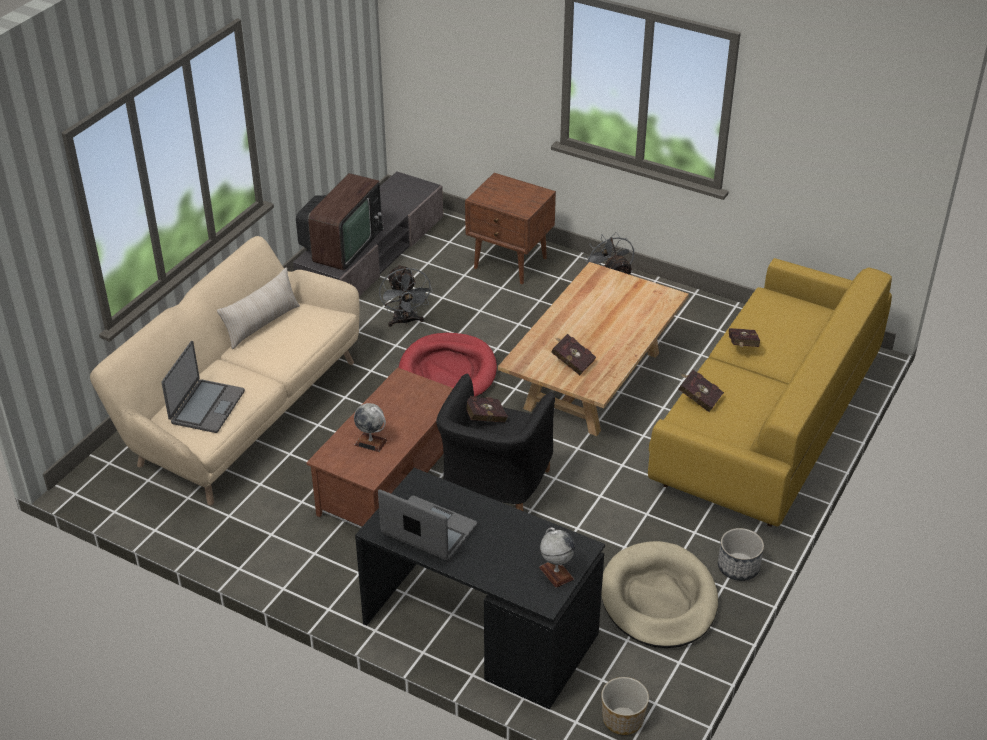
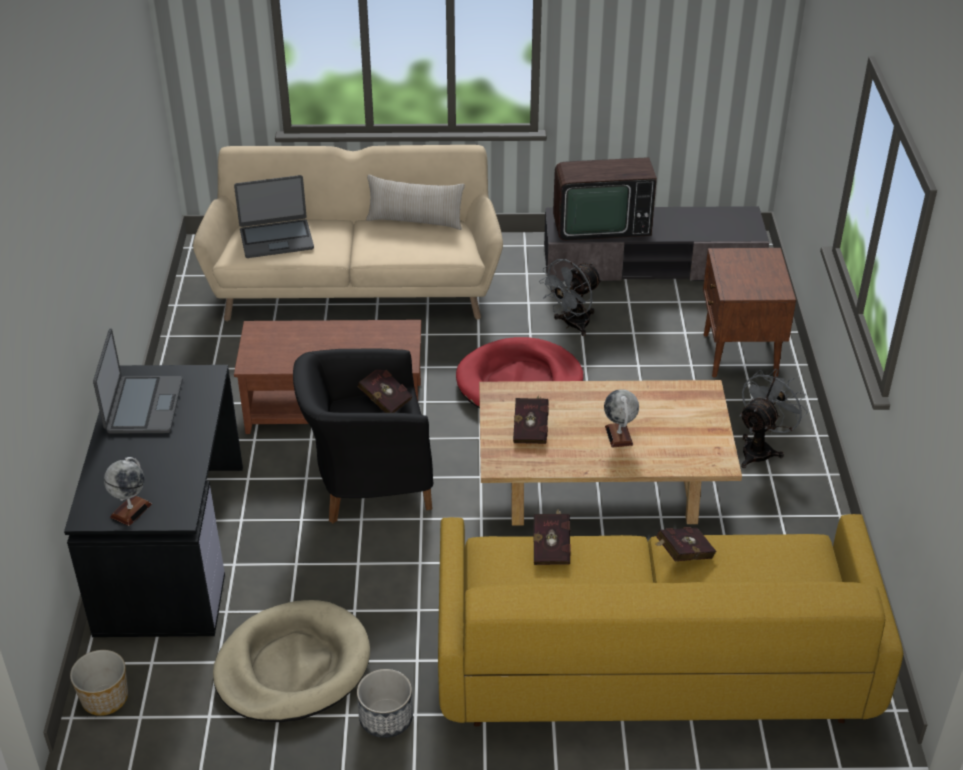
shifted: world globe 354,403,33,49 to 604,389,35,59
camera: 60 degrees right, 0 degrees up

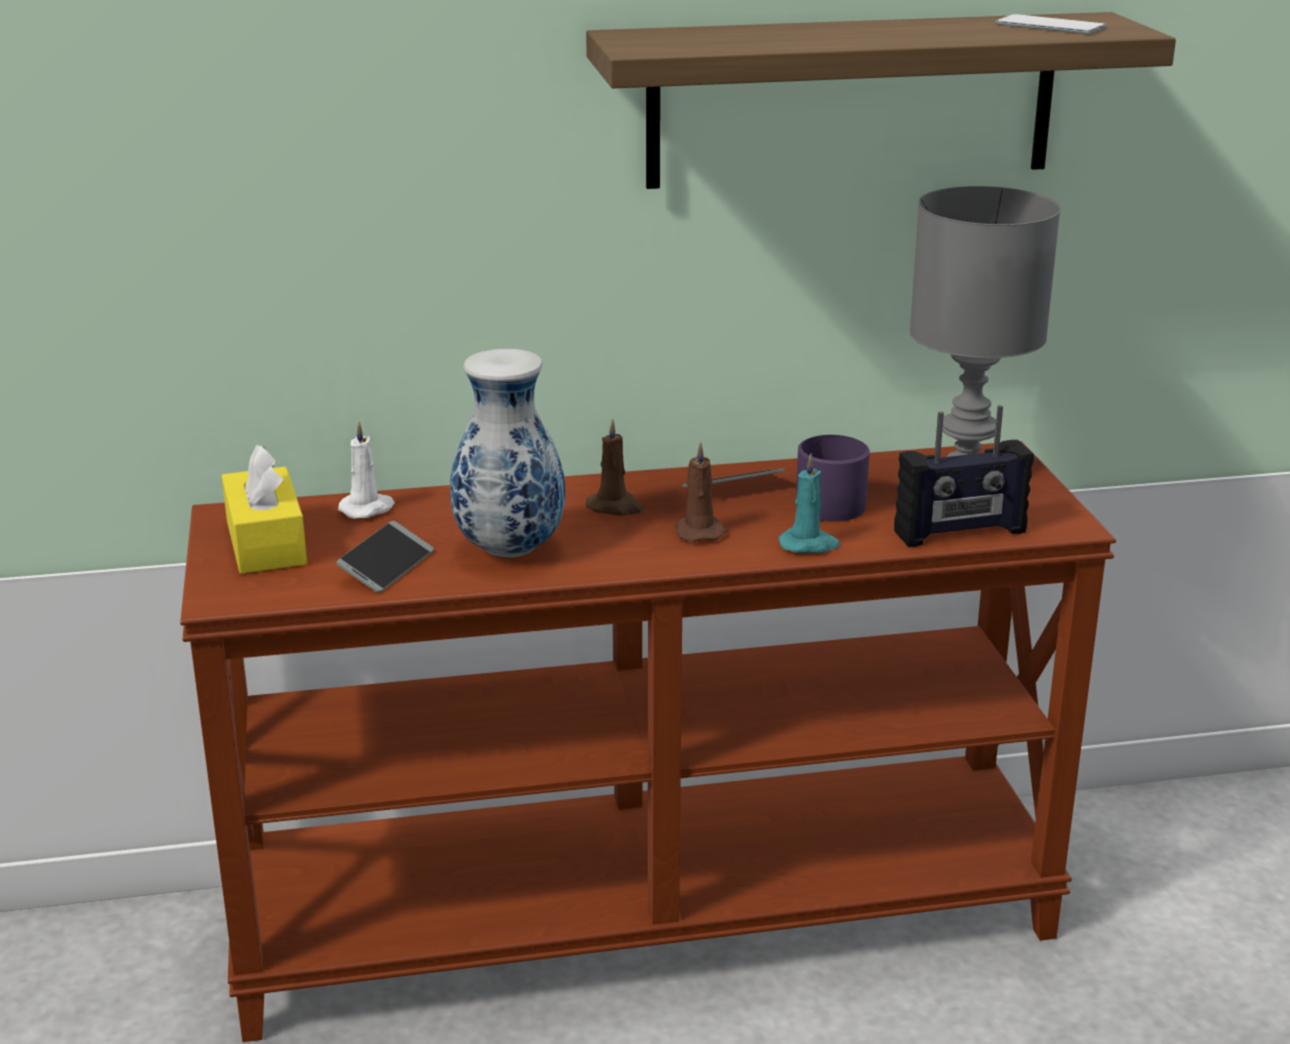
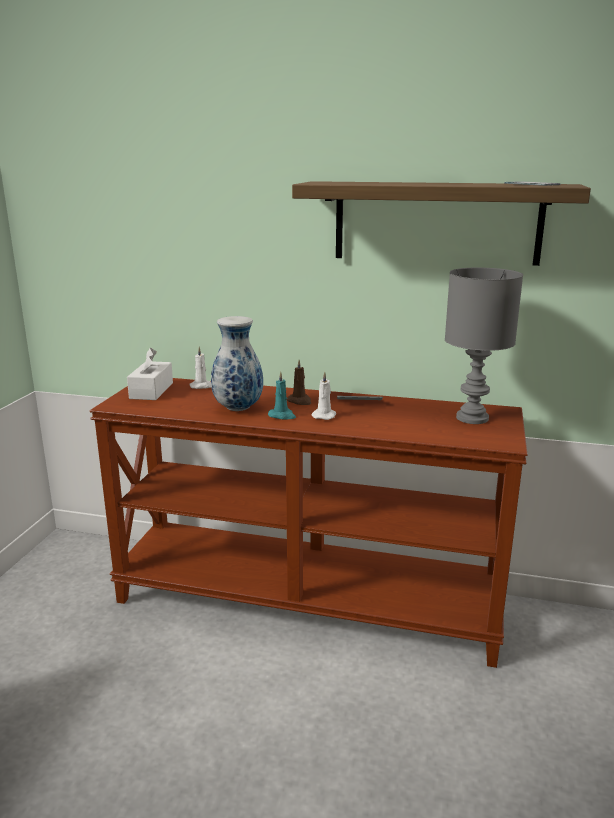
gone: phone 336,521,98,72; tea mug (purple) 796,435,74,87; radio receiver 894,405,140,142
shifted: candle (turquoise) 779,453,61,100 to 268,372,28,47
repainted: box of tissues (yellowish) 222,445,85,129 to box of tissues (whitish) 127,348,46,52; candle (brown-coloured) 675,441,51,101 to candle (whitish) 311,372,25,48
camera: 25 degrees right, 5 degrees down

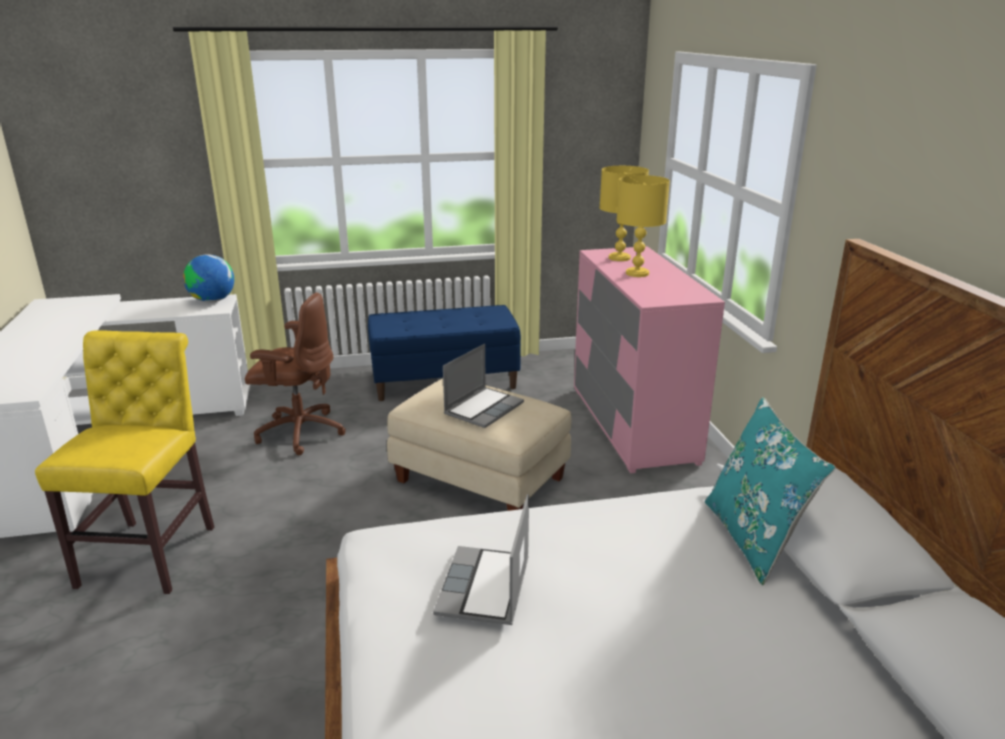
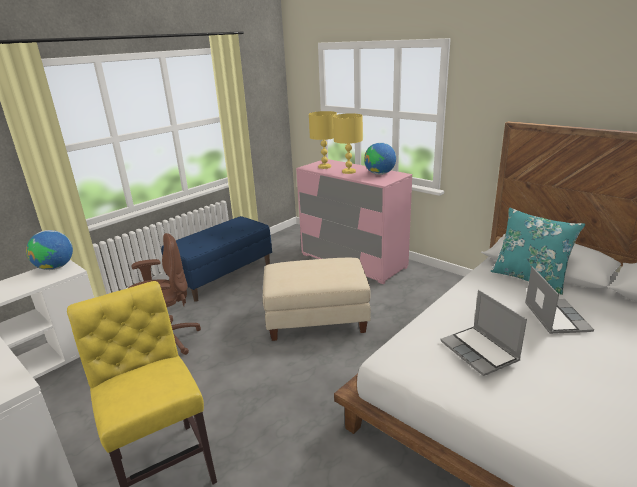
new: world globe 364,142,32,33
shifted: laptop 443,344,81,84 to 525,266,69,68
camera: 35 degrees left, 0 degrees up

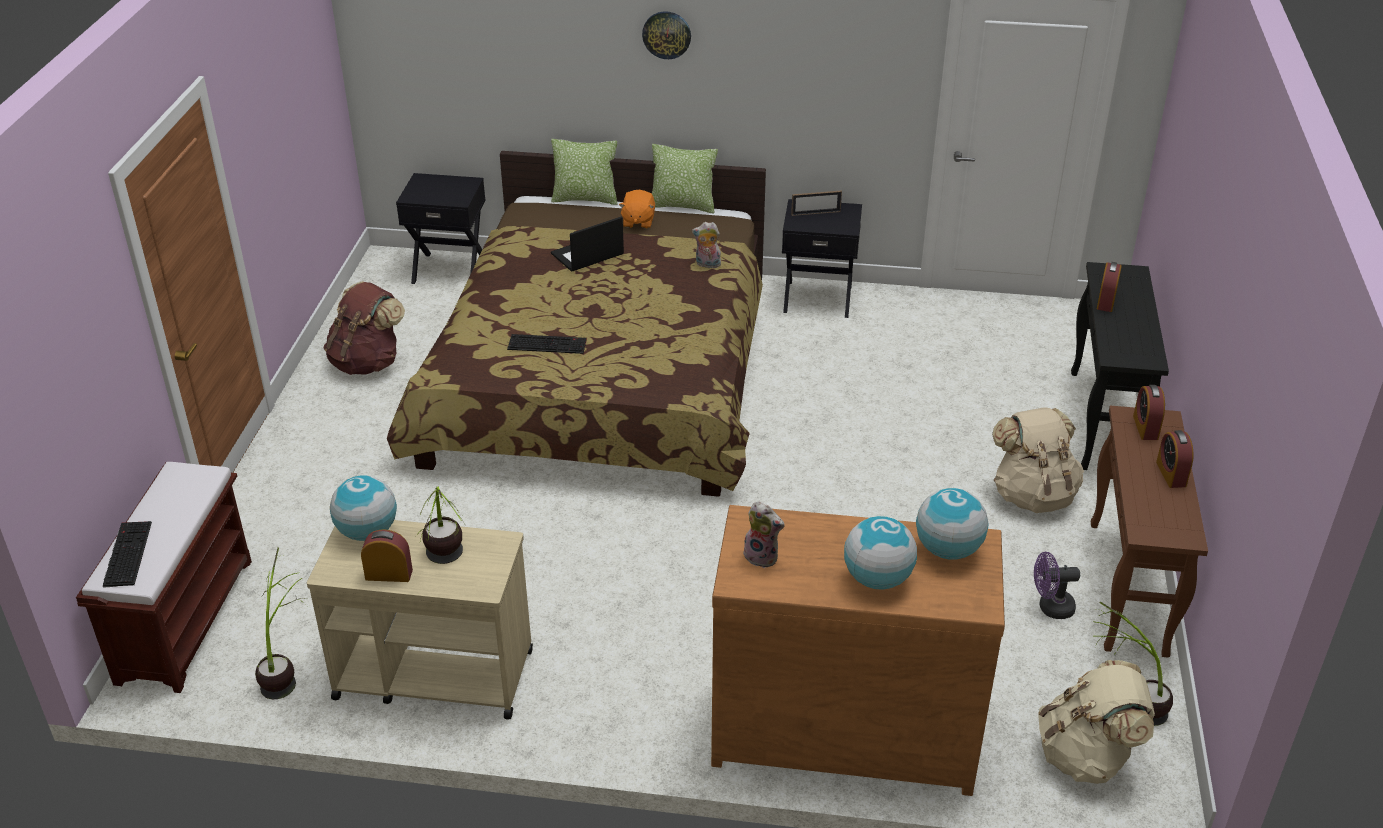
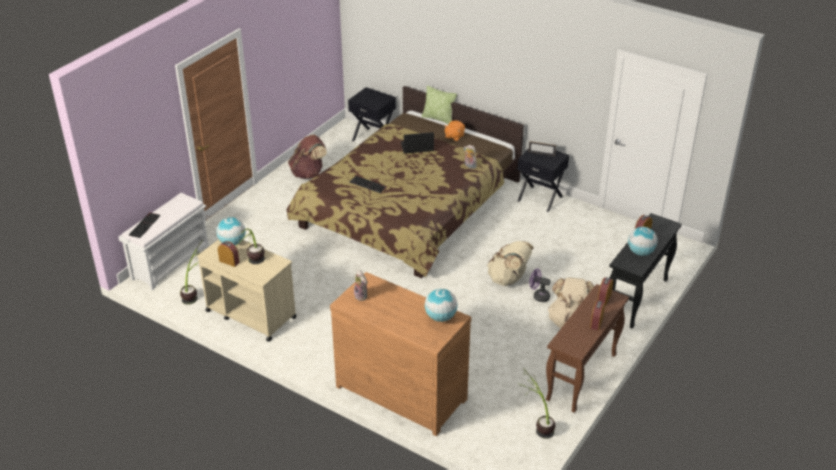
gone: hanging clock 642,11,49,48; cushion 652,144,66,69
shifted: world globe 844,516,73,74 to 628,227,30,29; electric fan (purple) 1034,552,46,67 to 529,268,22,34; backpack (beige-coloured) 1038,660,117,124 to 487,241,47,45
repainted: long seat (brown-coloured) 76,462,176,231 to long seat (whitish) 119,193,90,97
camera: 25 degrees right, 0 degrees up

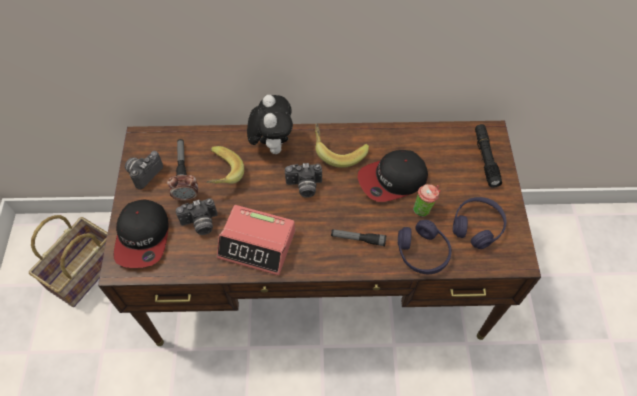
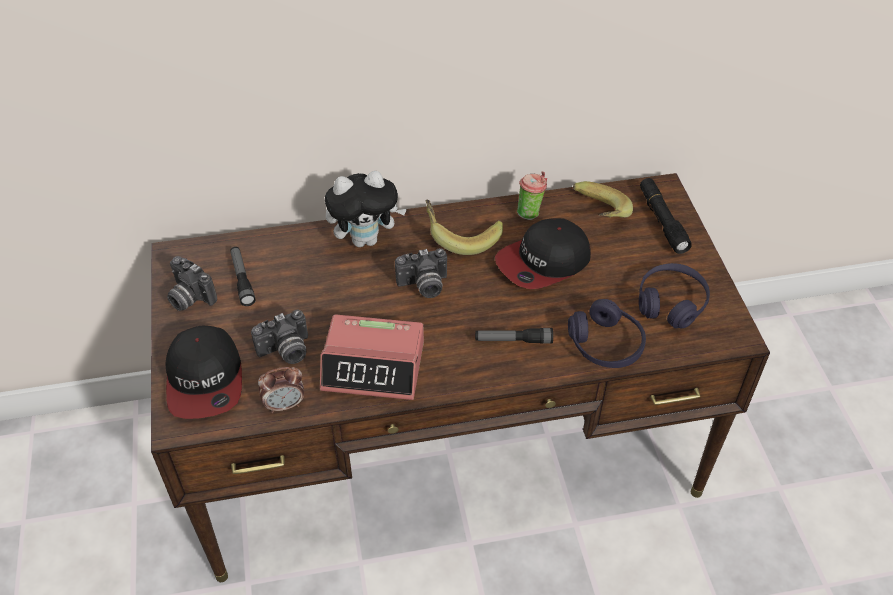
gone: storage basket 29,215,79,92
shifted: alarm clock 167,175,31,26 to 258,367,46,46; whole banana 206,146,38,38 to 573,181,60,37; small cup 413,184,27,33 to 517,171,30,49
rotated: still camera 125,151,38,39 = 167,256,50,55 75 degrees counterclockwise; soft toy 247,95,46,59 = 325,171,82,76 90 degrees clockwise
camera: 10 degrees left, 10 degrees down

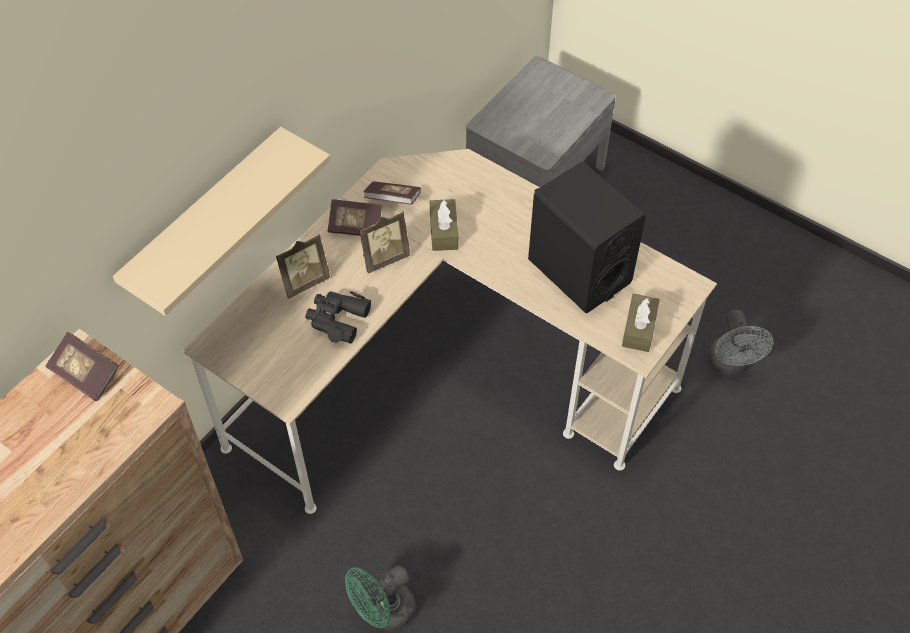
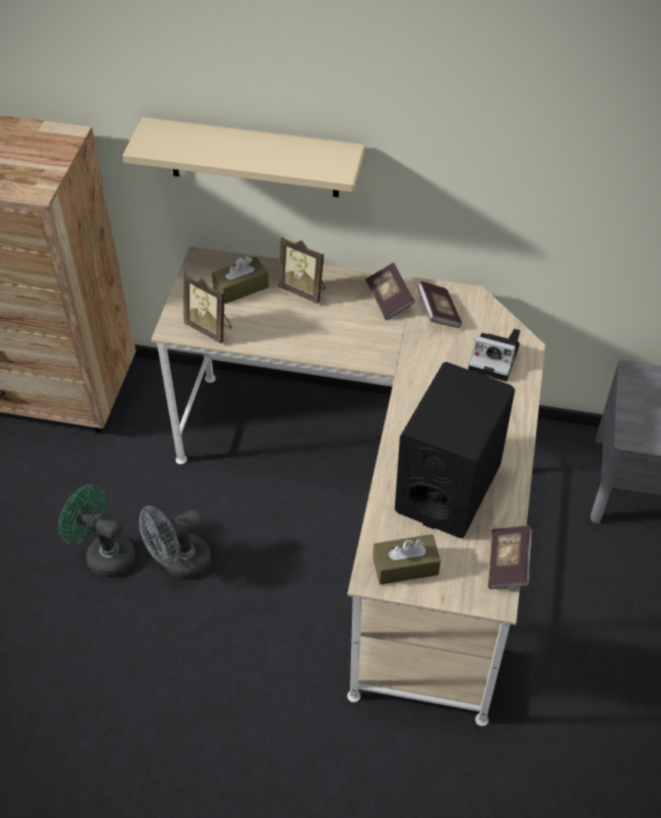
gone: field glasses (black) 305,291,66,53
new: still camera 468,329,52,52
shifted: volume 46,332,73,69 to 488,525,44,64; picture frame 359,211,51,62 to 183,273,49,70; box of tissues (brown-coloured) 430,199,28,52 to 212,257,57,47; electric fan (gray) 707,310,66,66 to 139,506,72,74
camera: 65 degrees right, 5 degrees down

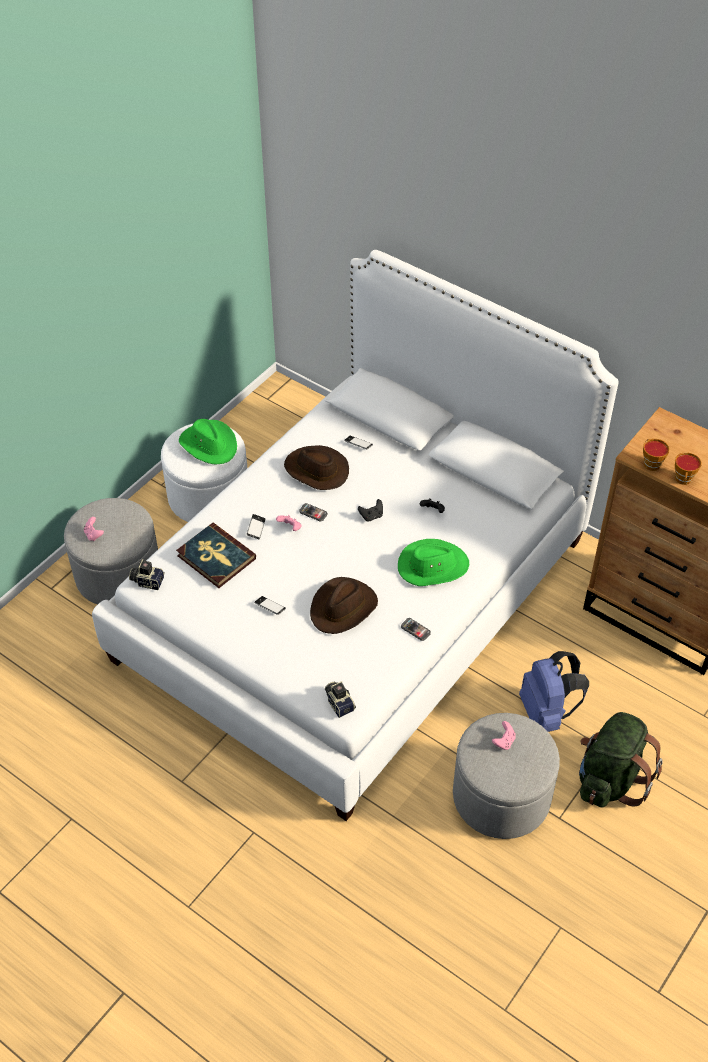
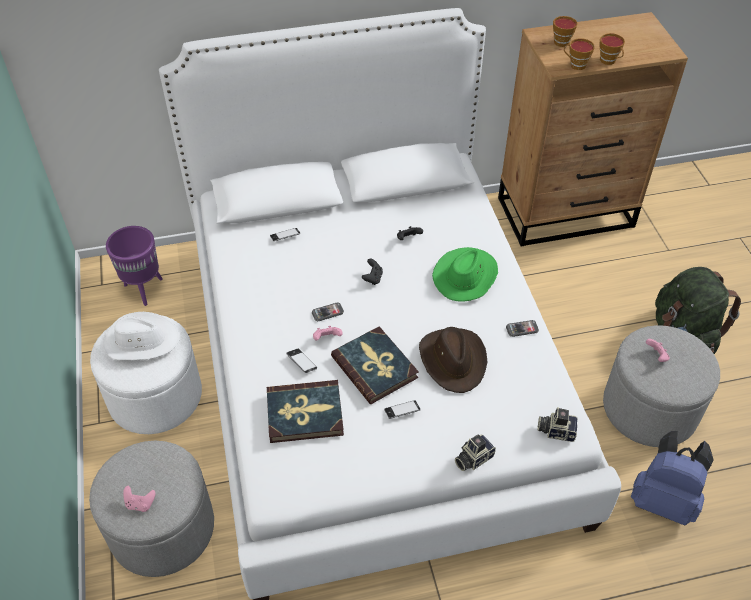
gone: clothing hat (brown-coloured) 284,445,65,45
new: flower pot (purple) 106,226,57,80; volume 331,326,88,78; small cup 553,16,25,31
shifted: still camera 129,559,36,31 to 455,434,41,37; backpack (blue-coloured) 519,651,70,81 to 631,431,83,94
repainted: clothing hat (green) 179,419,58,46 to clothing hat (whitish) 103,312,77,48
camera: 50 degrees left, 0 degrees up

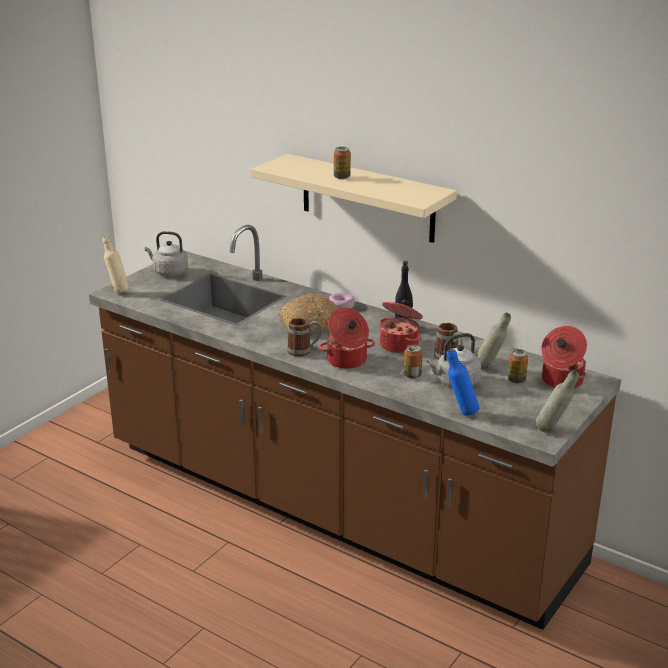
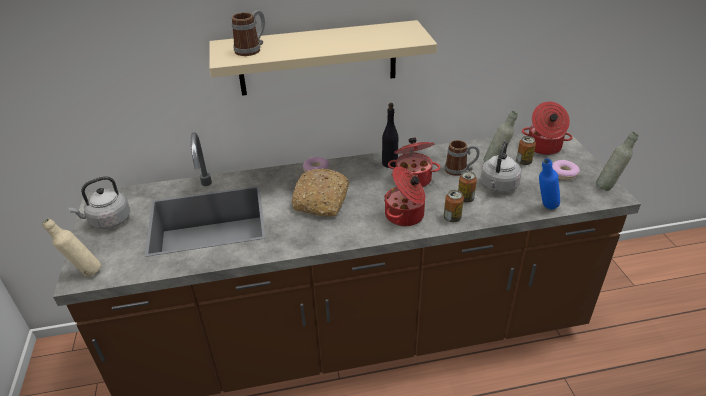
new: doughnut 552,160,28,20
shifted: tea mug 287,318,35,39 to 232,10,33,46; metal can 334,147,17,32 to 444,190,20,32
camera: 45 degrees left, 10 degrees up

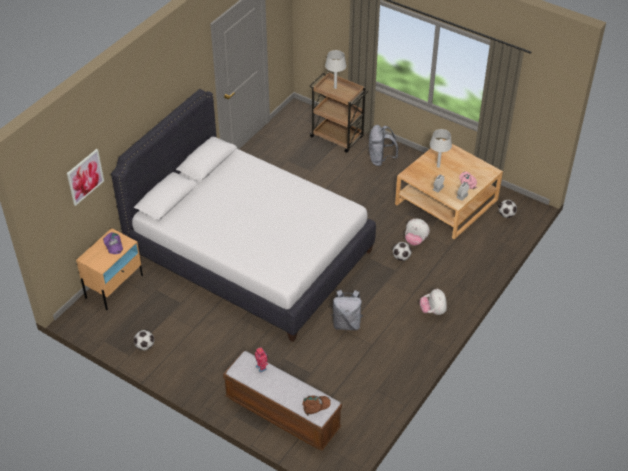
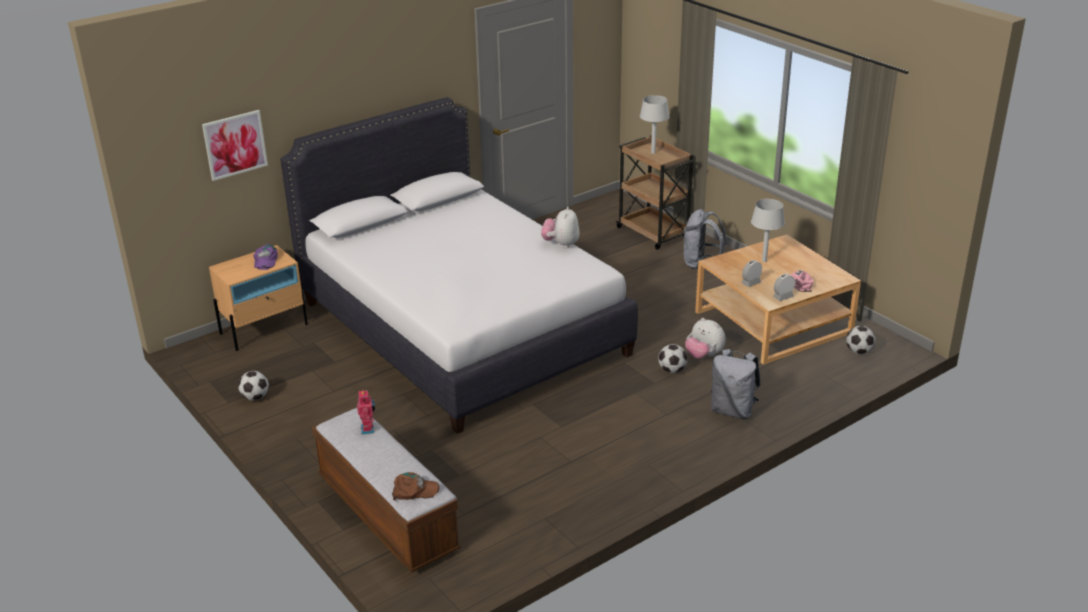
shifted: backpack (gray) 331,290,32,40 to 710,349,50,70; soft toy 420,289,27,26 to 541,207,39,41
camera: 20 degrees right, 15 degrees down

